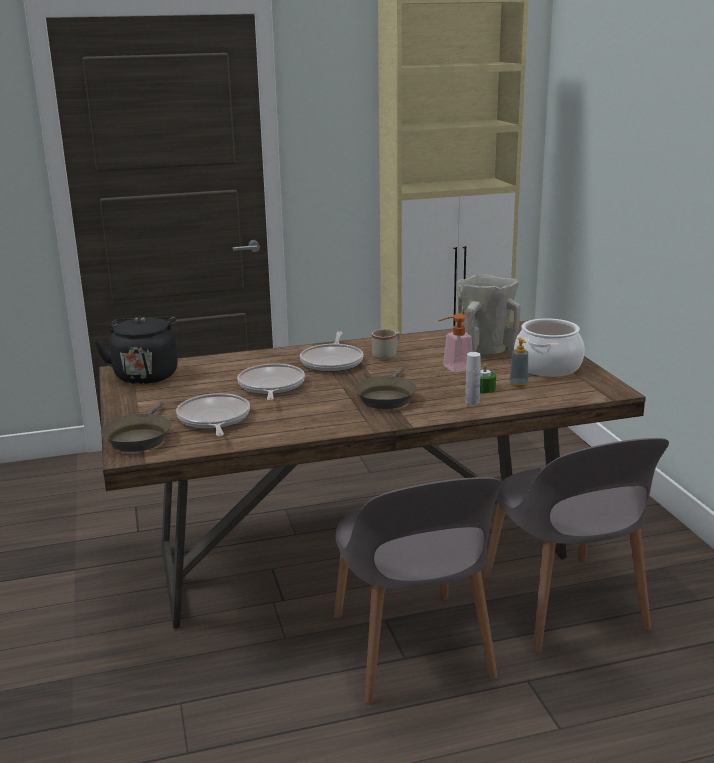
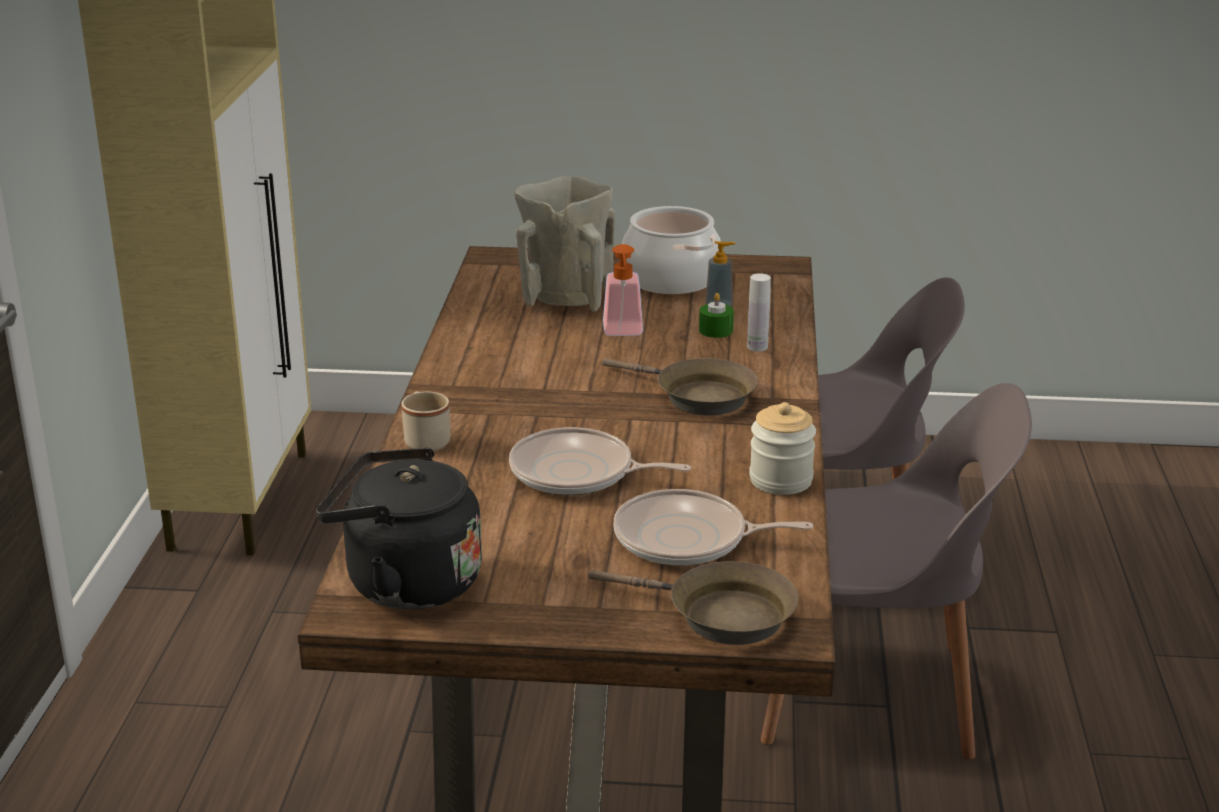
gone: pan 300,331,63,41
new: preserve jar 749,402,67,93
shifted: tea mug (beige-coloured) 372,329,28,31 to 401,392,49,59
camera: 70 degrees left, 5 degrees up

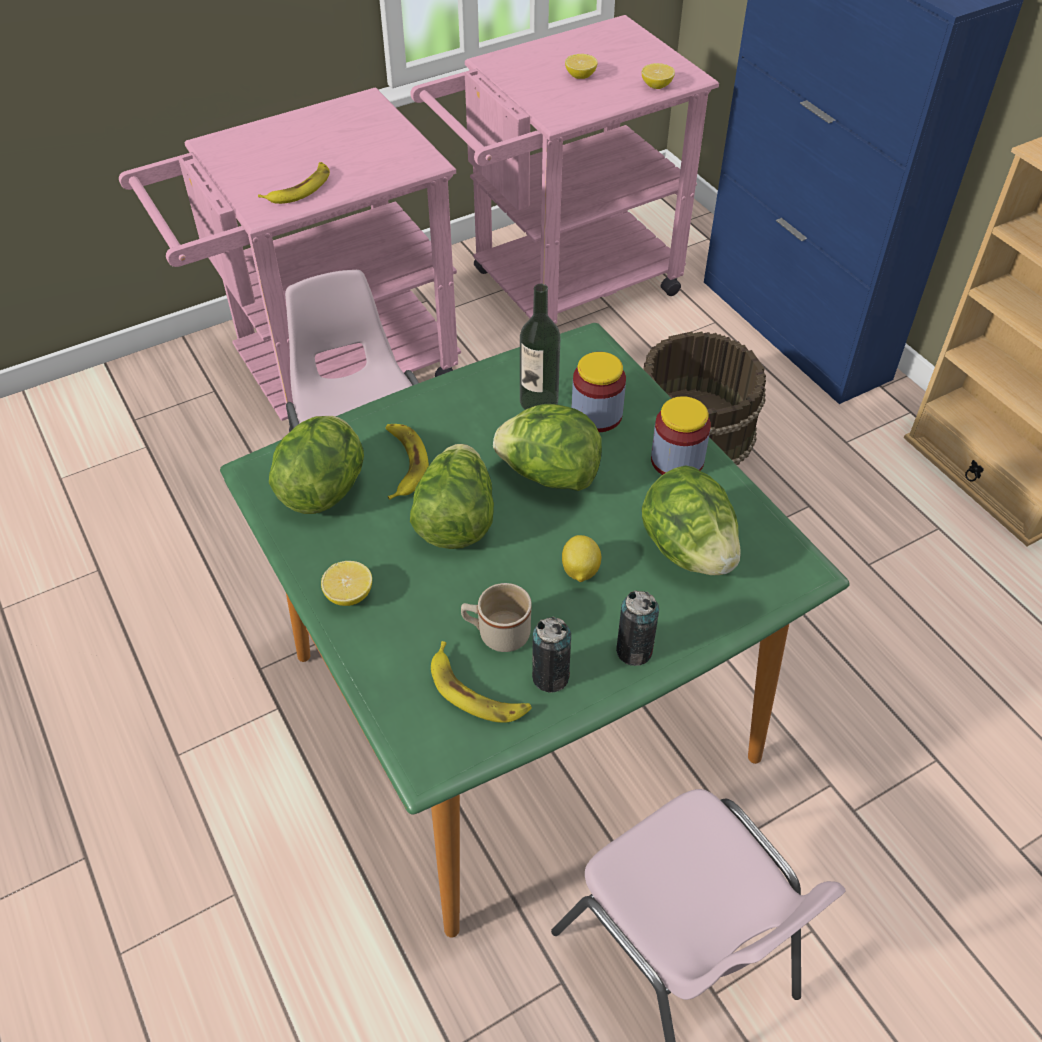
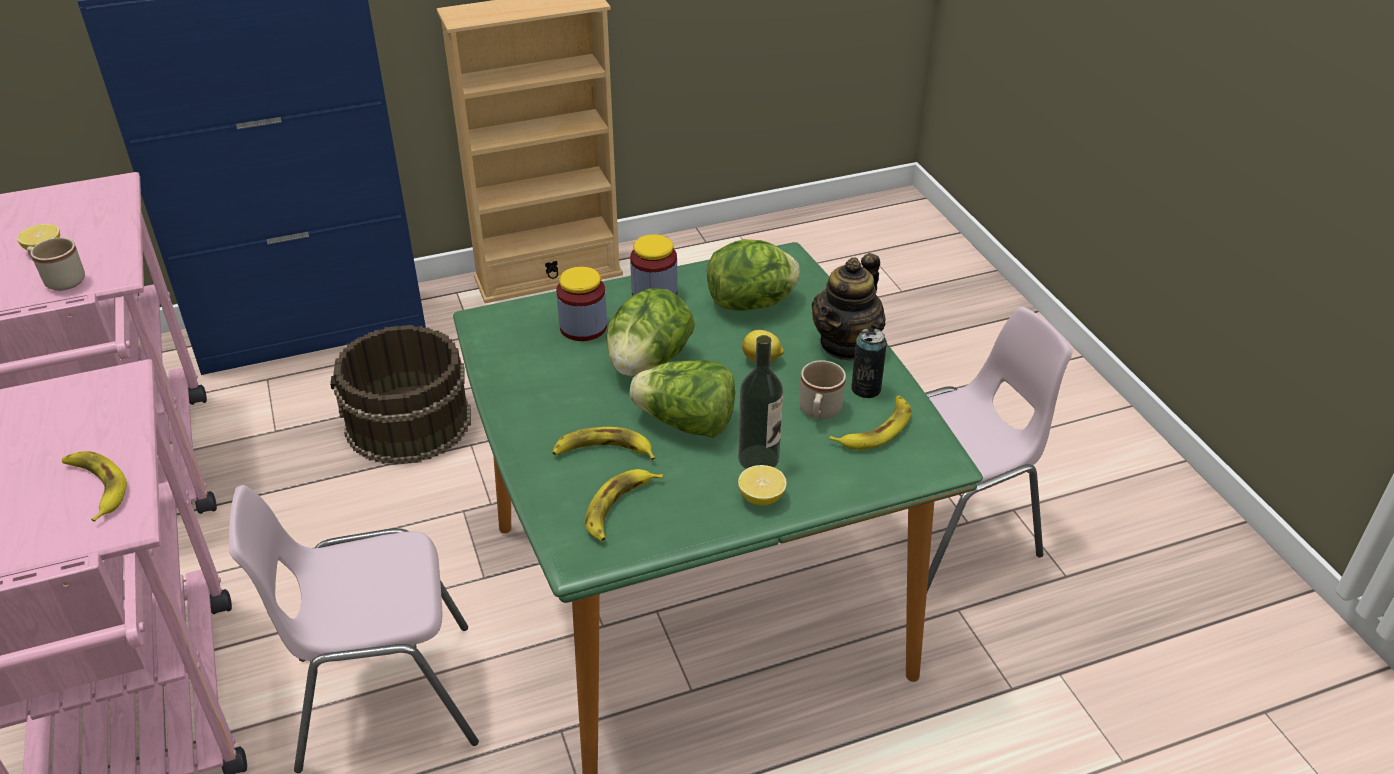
gone: lemon 642,63,33,26
new: tea mug (beige-coloured) 27,238,58,53
shifted: drink bottle 520,284,40,126 to 738,335,45,134
swapped: lettuce head 269,416,95,98 to whole banana 585,469,78,72; metal can 616,590,43,76 to tea pot 811,253,75,108
camera: 80 degrees left, 10 degrees down

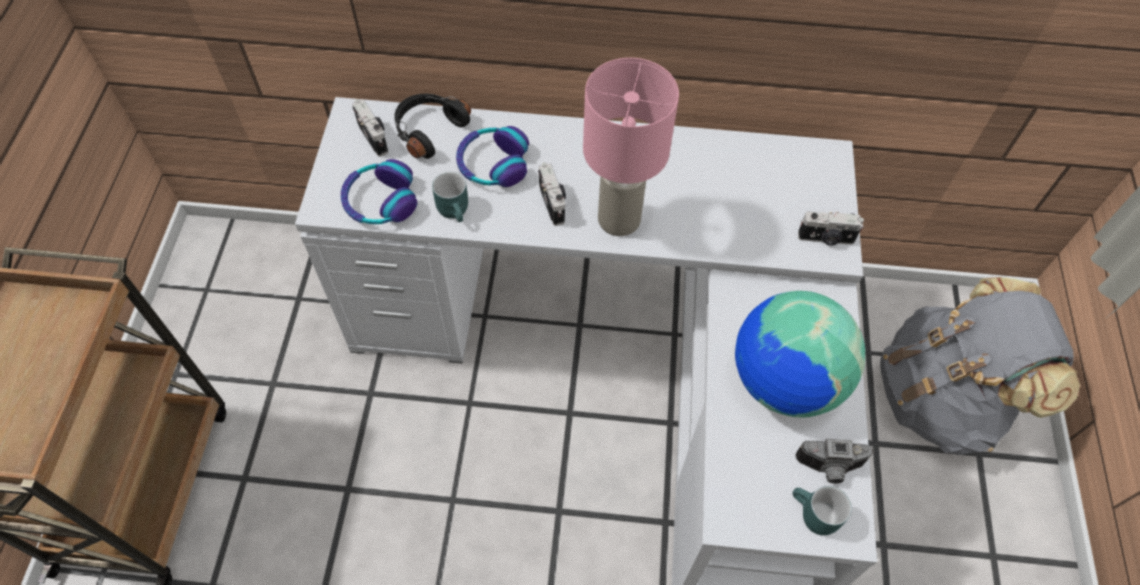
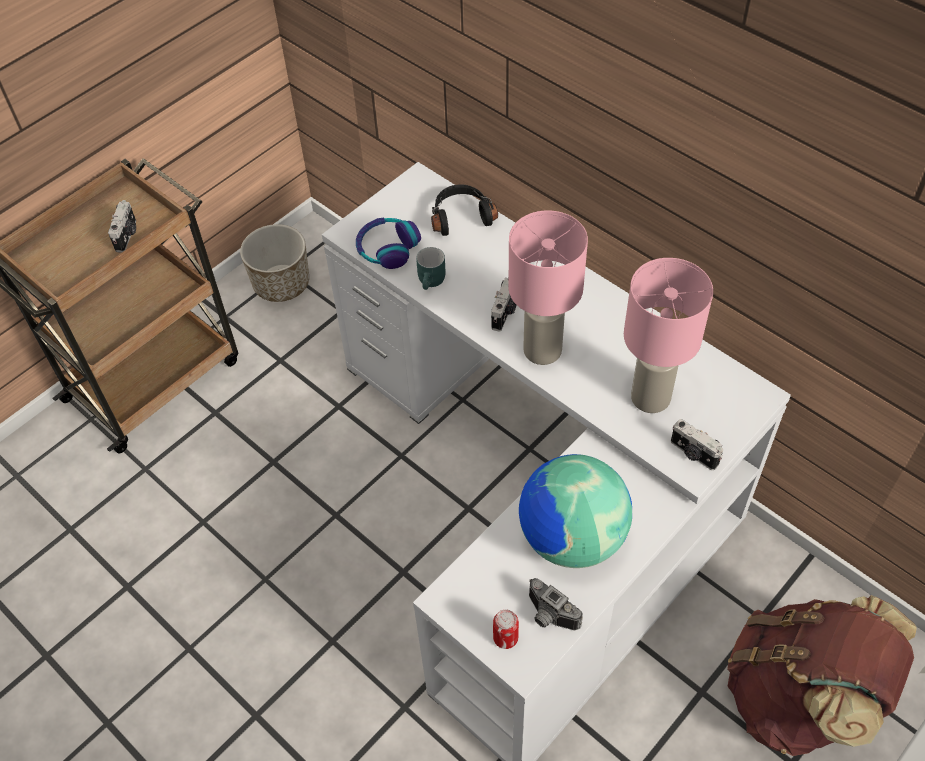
gone: headset 456,126,73,61
new: flower pot 240,224,69,78; lamp for a table (pinkish) 624,258,89,155
shifted: still camera 352,99,36,58 to 108,200,28,53
swapped: tea mug (turquoise) 793,486,59,49 to metal can 493,610,26,39
repainted: backpack (gray) 880,277,200,178 to backpack (brown-coloured) 727,595,190,161
camera: 40 degrees right, 5 degrees down

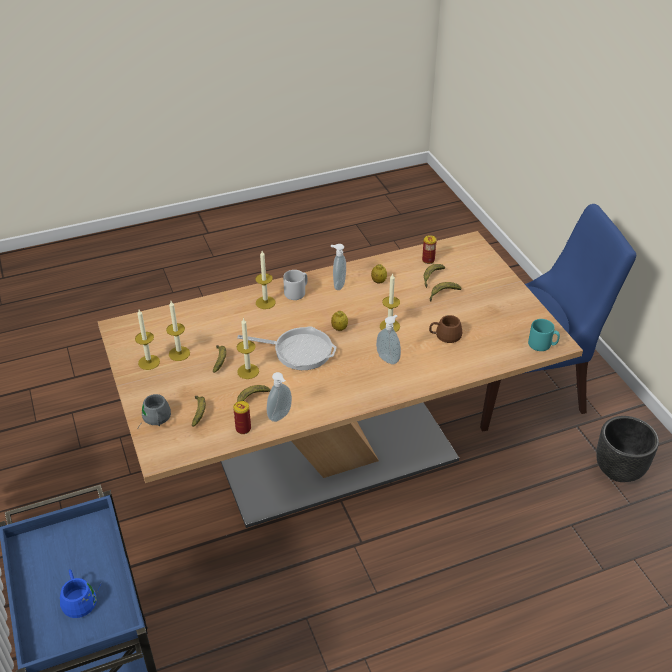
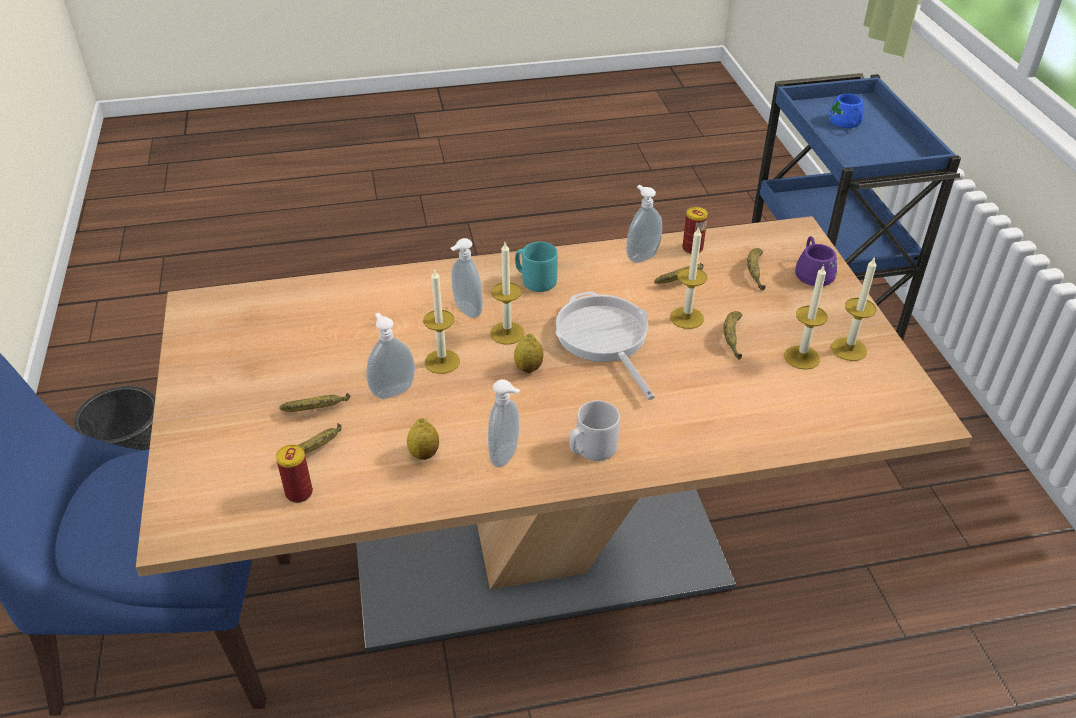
gone: tea mug (brown-coloured) 429,315,33,28
new: soap bottle 366,313,49,86
shifted: candle 255,251,21,58 to 490,242,35,103; tea mug (turquoise) 528,319,32,32 to 515,242,43,50
repainted: tea mug (gray) 138,394,33,34 to tea mug (purple) 795,236,42,50
rotated: pan 237,326,100,44 = 556,291,99,109 45 degrees clockwise
camera: 170 degrees left, 0 degrees up

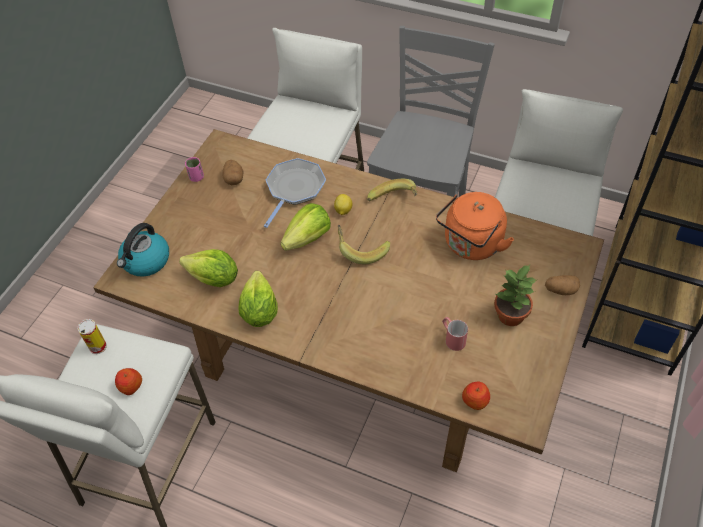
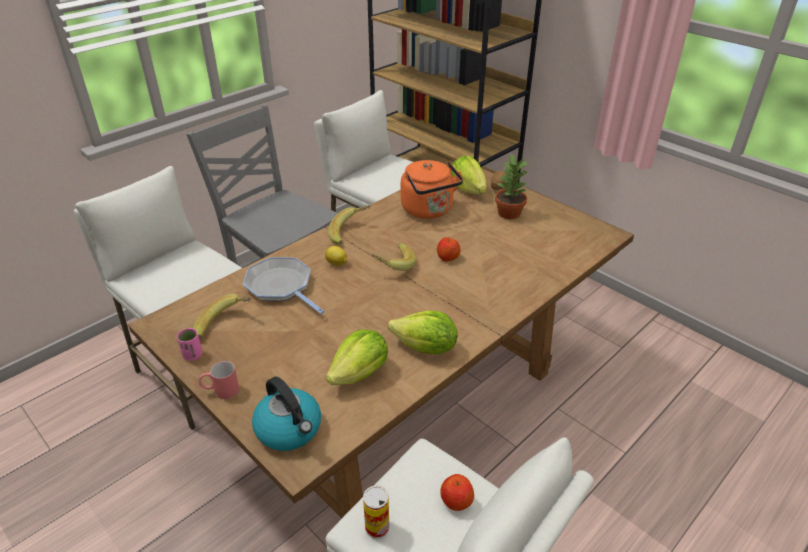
shifted: lettuce head 281,203,50,48 to 451,156,36,38; tea mug (reddish) 442,317,26,34 to 199,361,40,38; whole apple 462,382,28,28 to 437,237,24,25
swapped: spud 222,160,21,25 to whole banana 193,294,58,45
camera: 70 degrees left, 15 degrees down

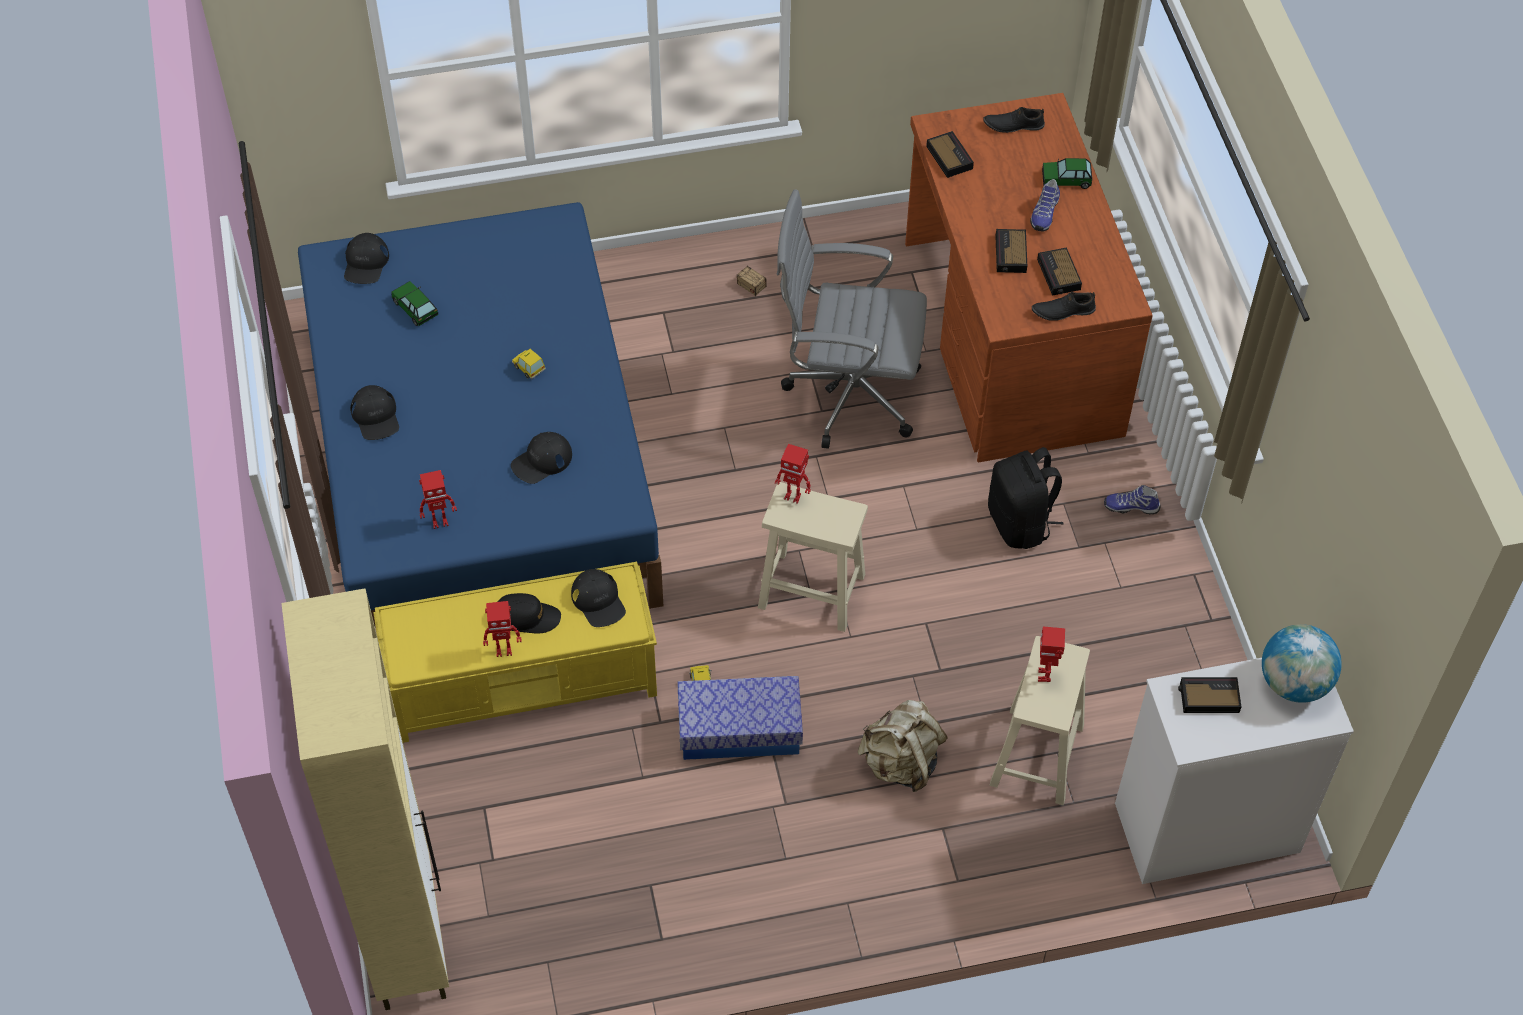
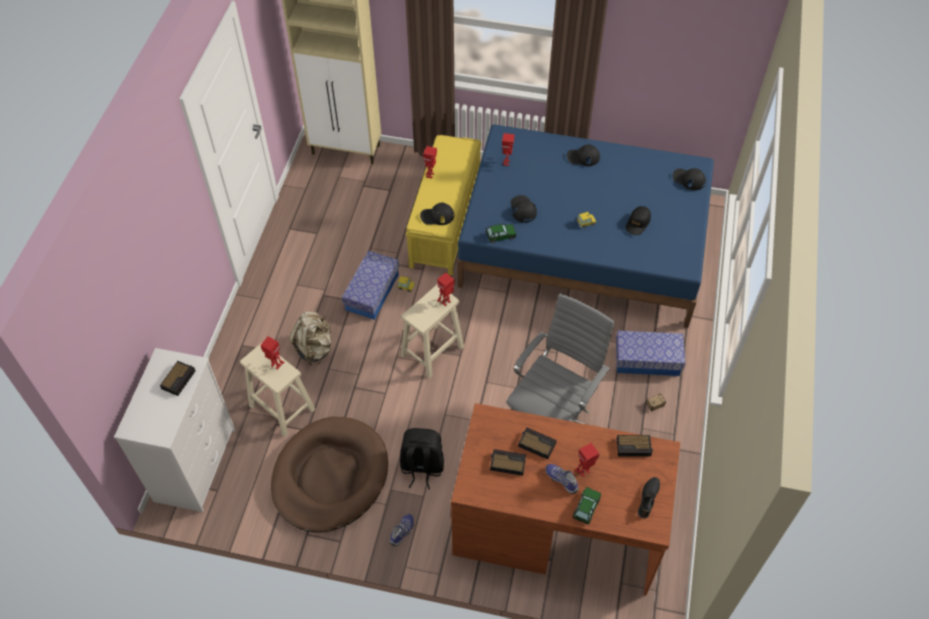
gone: item of footwear (black) 1032,292,64,29; world globe 1262,624,80,79
new: dog bed (brown-coloured) 271,417,117,116; toy robot 574,443,25,34; storage bin 616,331,69,45
shifted: model car 391,281,47,45 to 486,224,30,19; cap (black) 498,593,63,40 to 626,206,25,29
camera: 115 degrees right, 0 degrees up

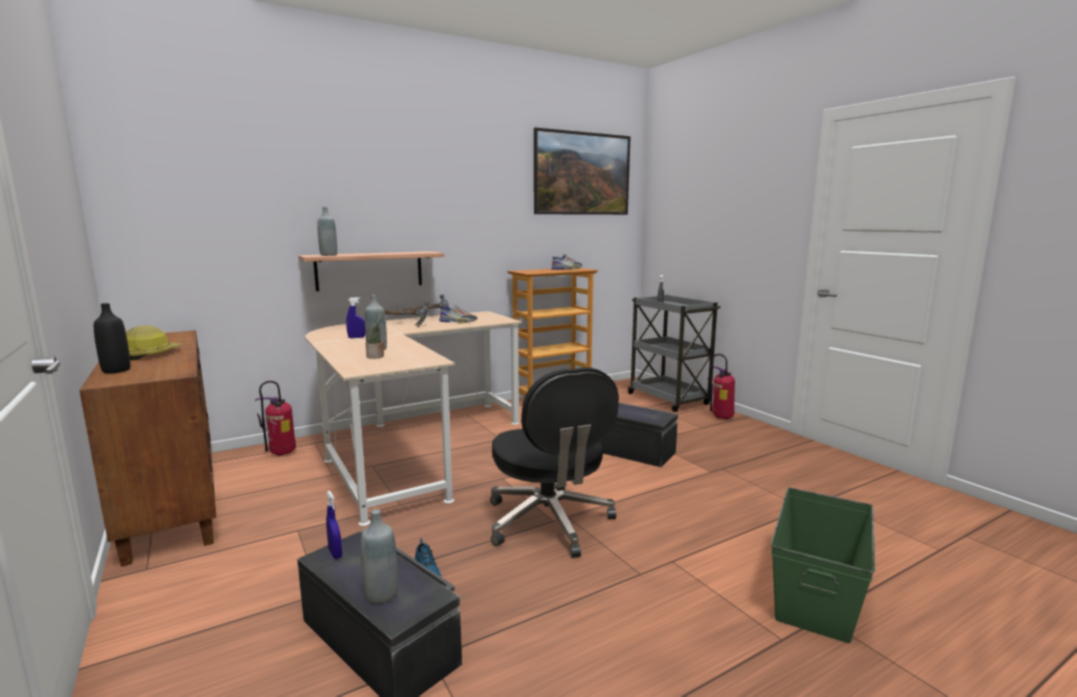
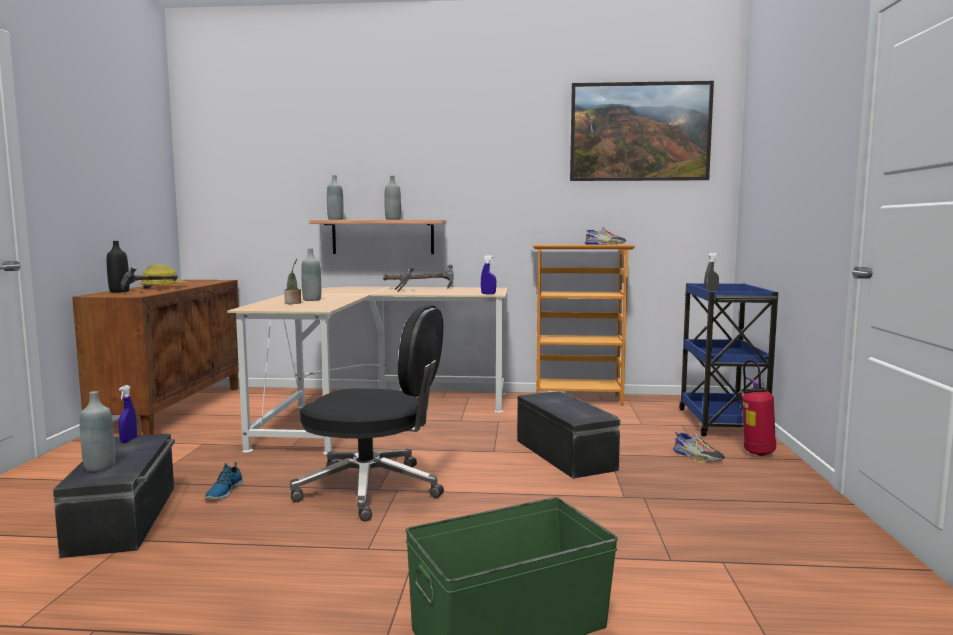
gone: extinguisher 255,381,41,75
new: hand hammer 120,266,58,28; drink bottle (gray) 384,176,17,44
shifted: sprayer (blue-coloured) 346,297,19,41 to 481,255,15,39; item of footwear 439,305,38,19 to 673,432,52,31
repainted: cart (gray) 627,295,94,117 to cart (blue-coloured) 679,283,99,153
rotated: computer chair (black) 490,367,129,191 = 290,305,154,216 90 degrees counterclockwise
camera: 35 degrees right, 5 degrees down

